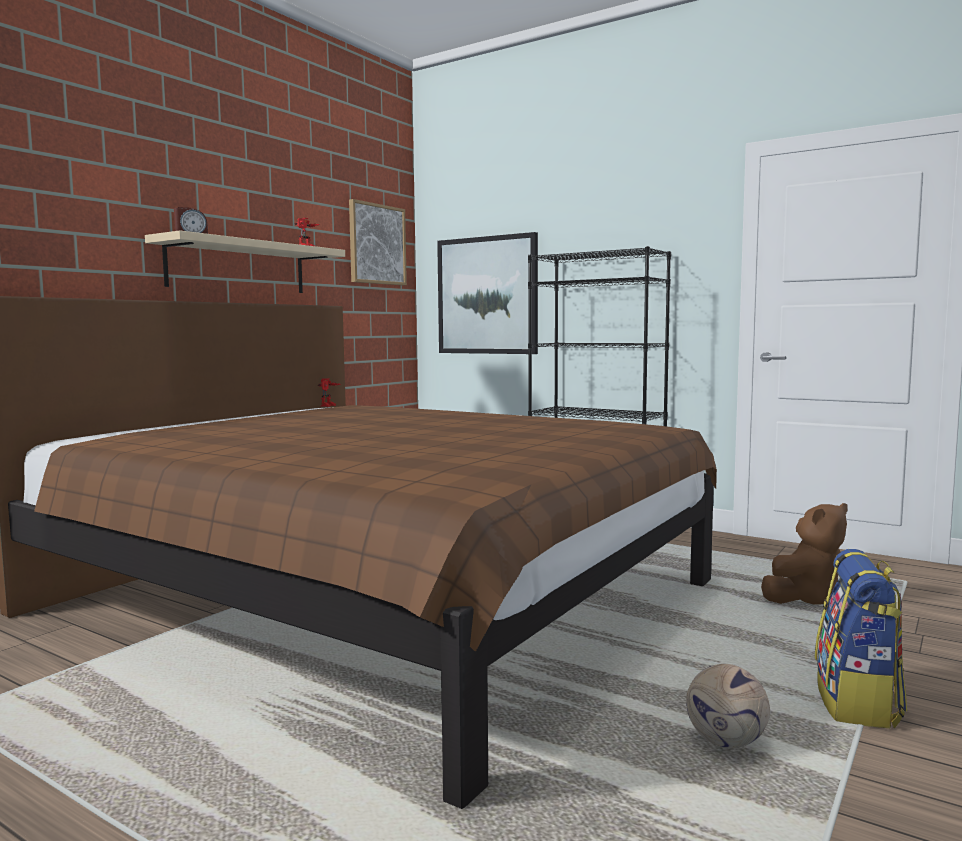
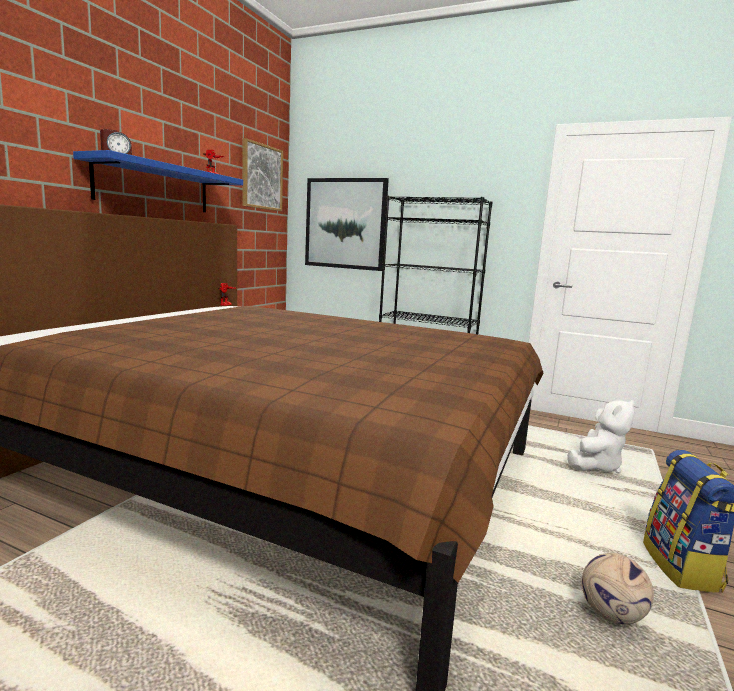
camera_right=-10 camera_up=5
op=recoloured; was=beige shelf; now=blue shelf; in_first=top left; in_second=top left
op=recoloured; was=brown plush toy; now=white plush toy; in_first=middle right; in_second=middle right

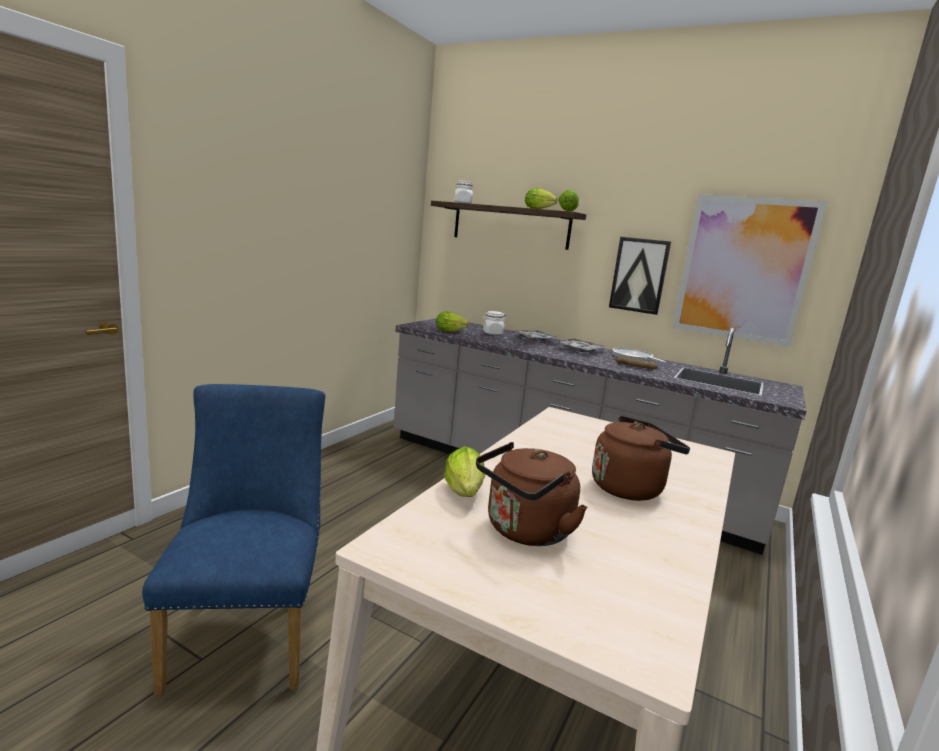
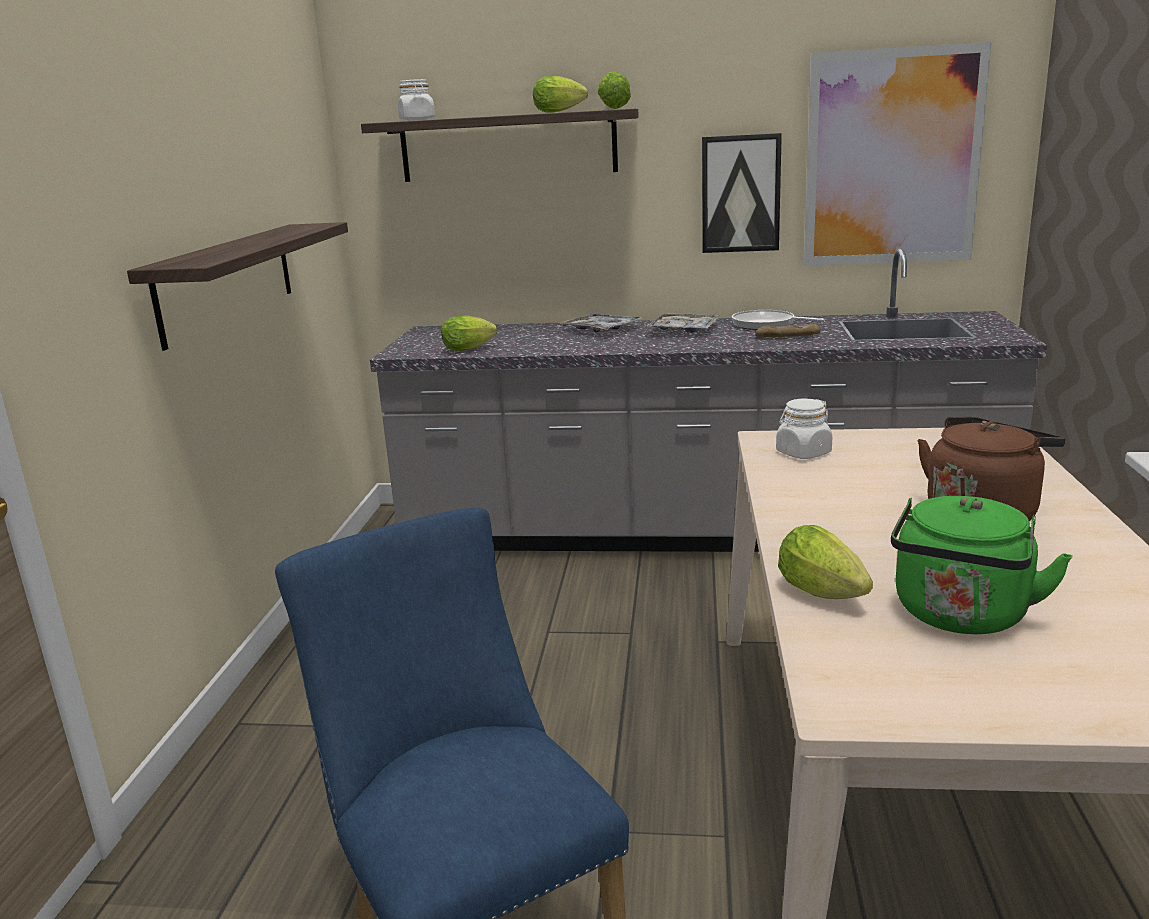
camera_right=-20 camera_up=5
op=added; now=shelf (1st from left); in_second=top left
op=moved; was=white jar (2nd from left); in_first=centre; in_second=middle right
op=recoloured; was=brown kettle (1st from left); now=green kettle; in_first=centre; in_second=middle right

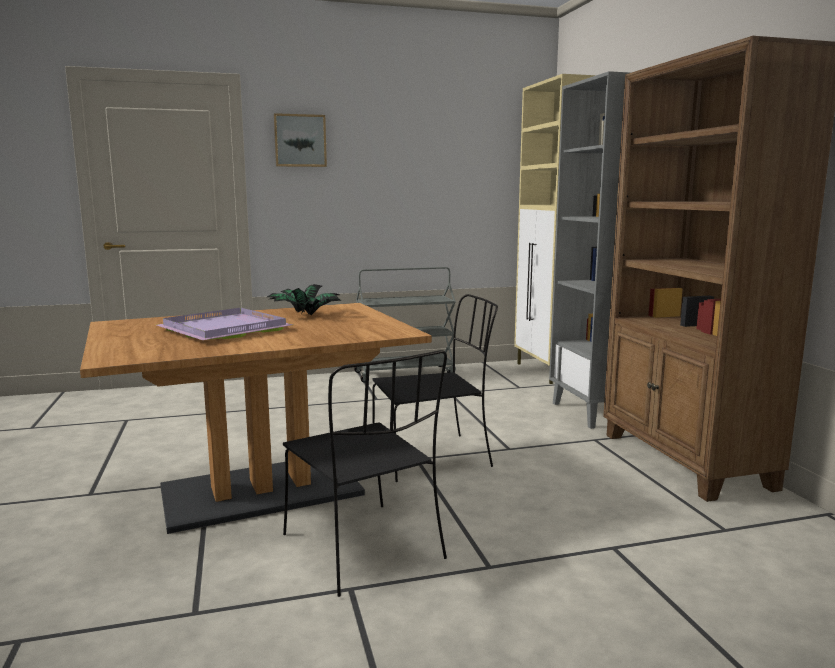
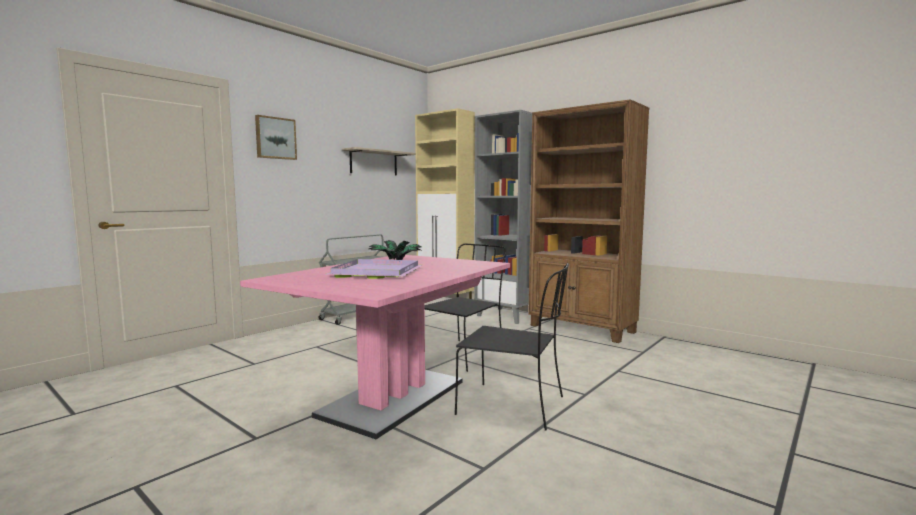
camera_right=-35 camera_up=-5
op=recoloured; was=brown dining table; now=pink dining table; in_first=middle left; in_second=bottom centre
op=added; now=shelf; in_second=top centre

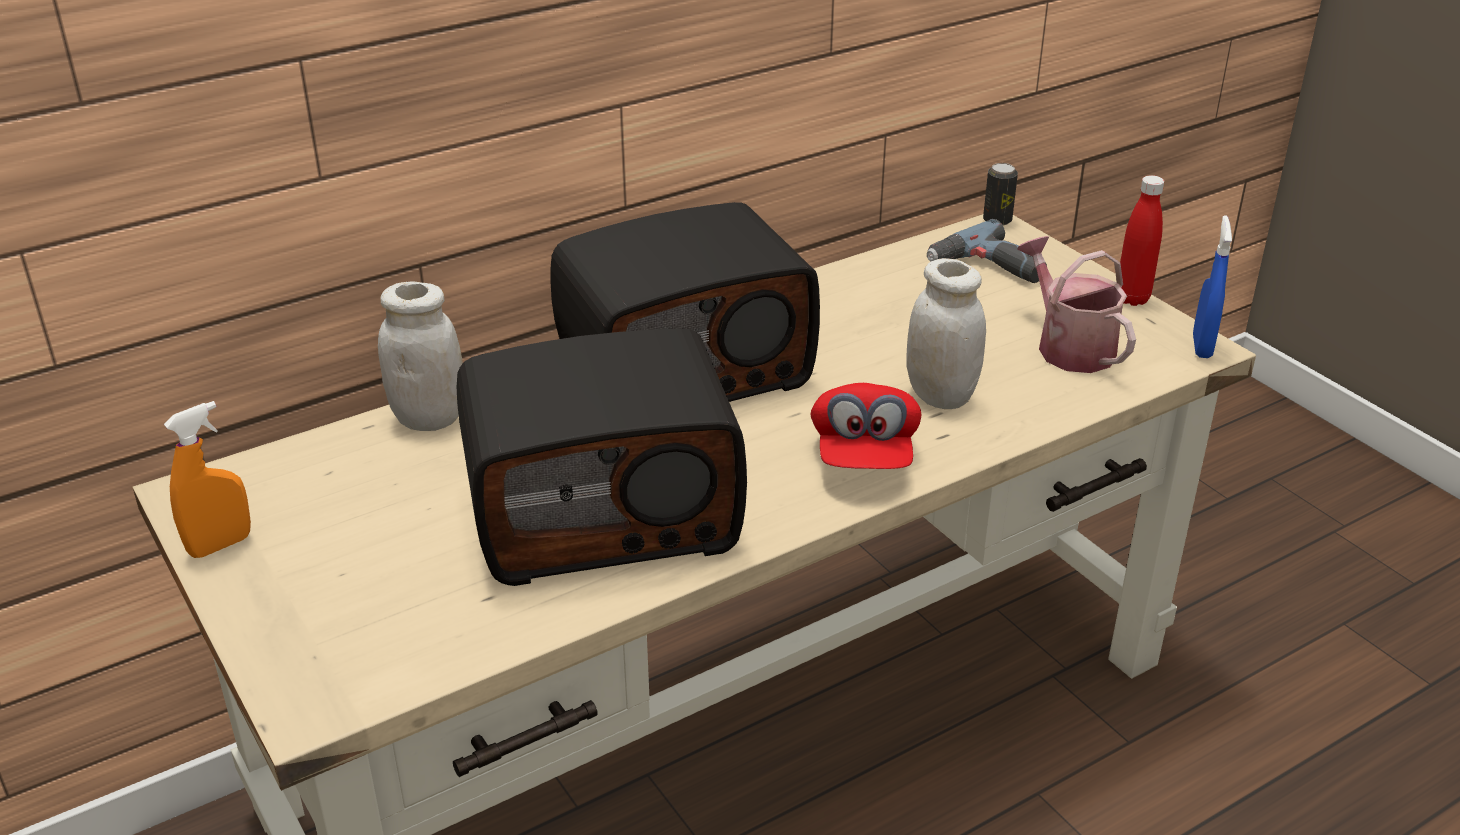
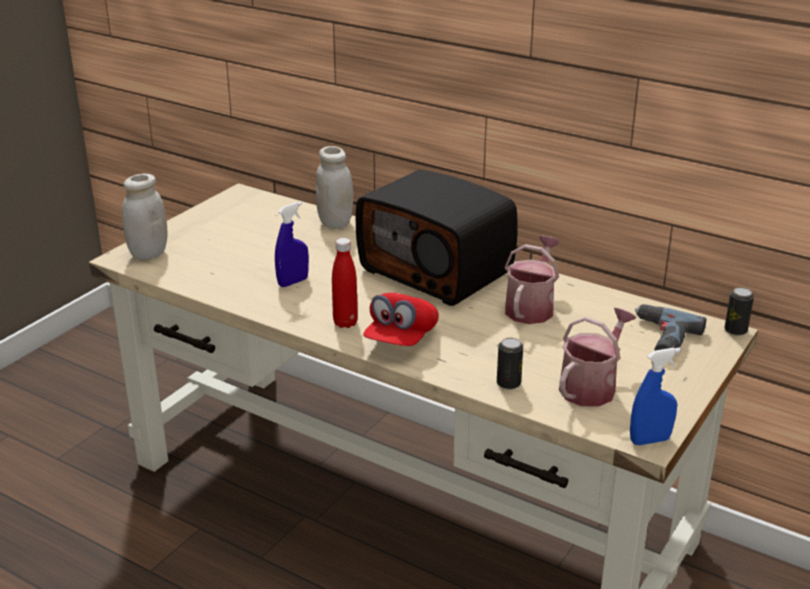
camera_right=65 camera_up=-5
op=moved; was=white jar (2nd from left in the first image); now=white jar (1st from left); in_first=centre; in_second=middle left
op=replaced; was=radio (1st from left); now=blue spray bottle (1st from left); in_first=centre; in_second=centre
op=moved; was=red bottle; in_first=top right; in_second=centre
op=turned; was=red cap; in_first=centre; in_second=centre; clockwise=-45
op=added; now=can (1st from left); in_second=centre
op=added; now=watering can (1st from left); in_second=centre
op=removed; was=orange spray bottle; in_first=middle left

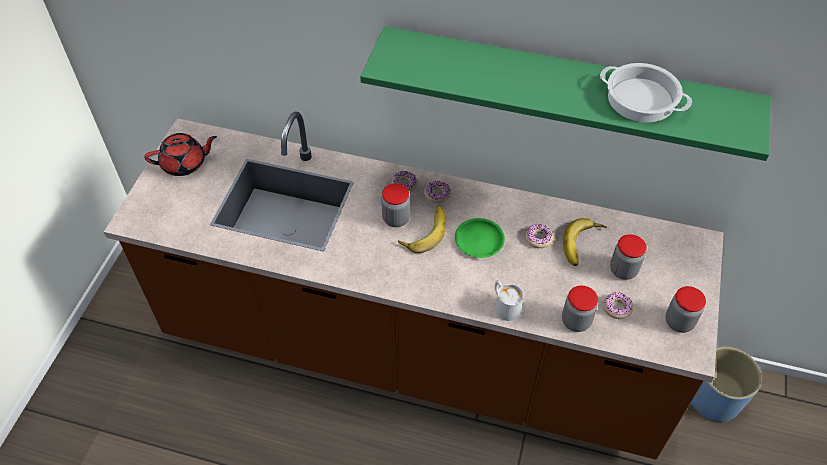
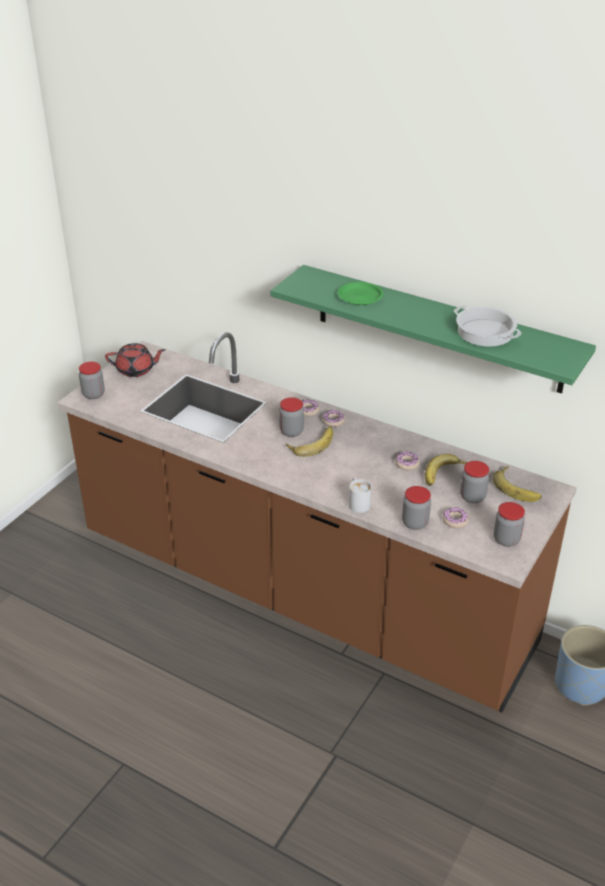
camera_right=15 camera_up=-15
op=added; now=jar (1st from left); in_second=middle left
op=moved; was=green plate; in_first=centre; in_second=top centre
op=added; now=banana (3rd from left); in_second=middle right

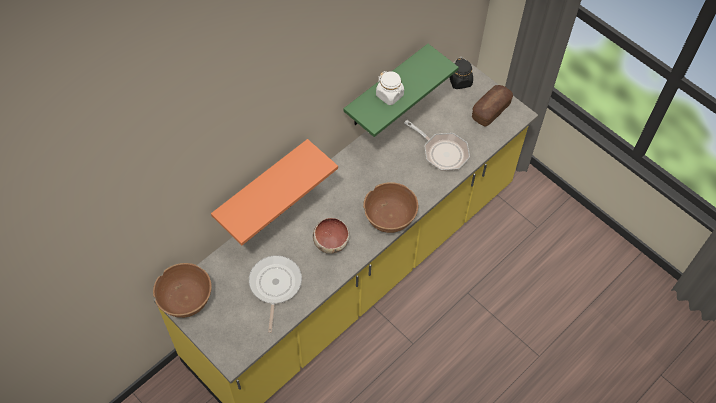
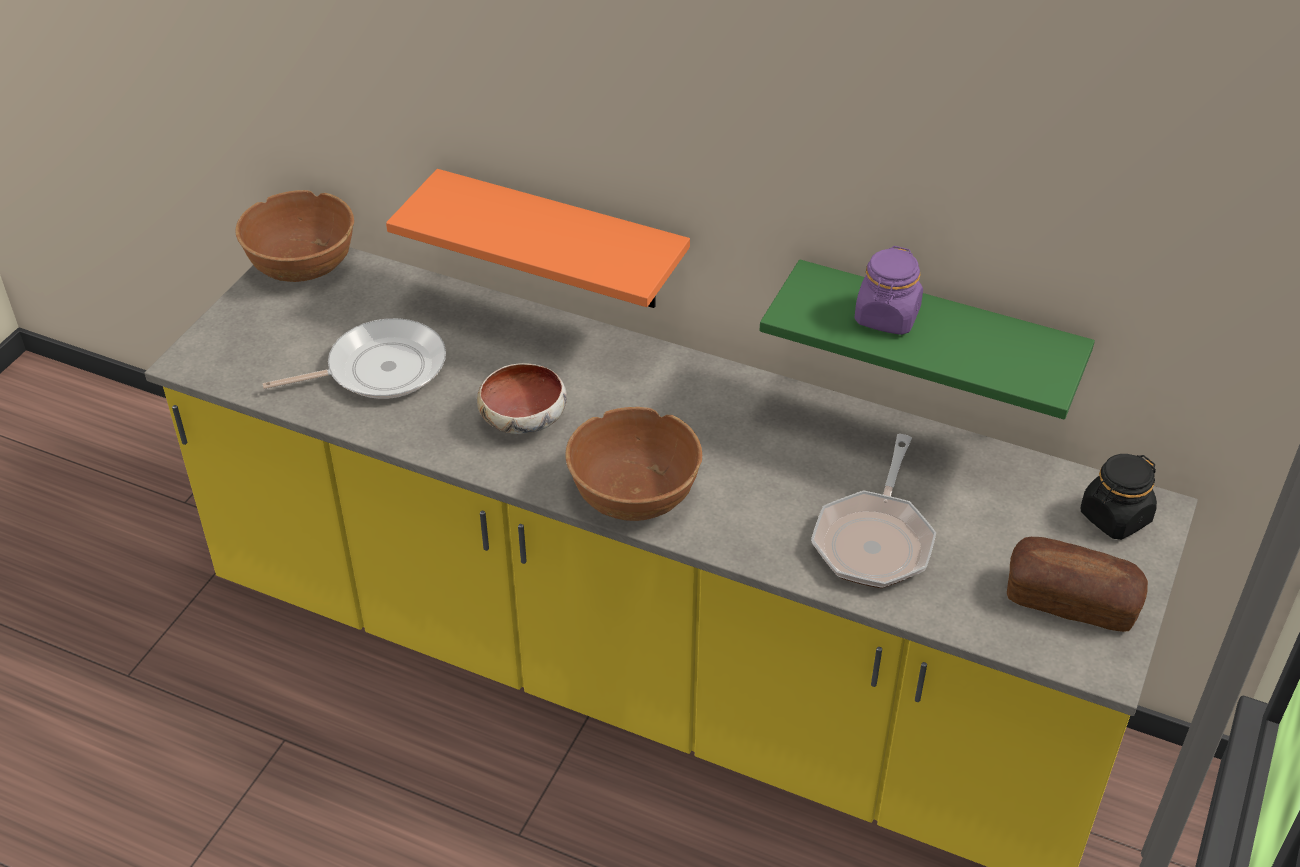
camera_right=70 camera_up=-15
op=recoloured; was=white jar; now=purple jar; in_first=top centre; in_second=middle right

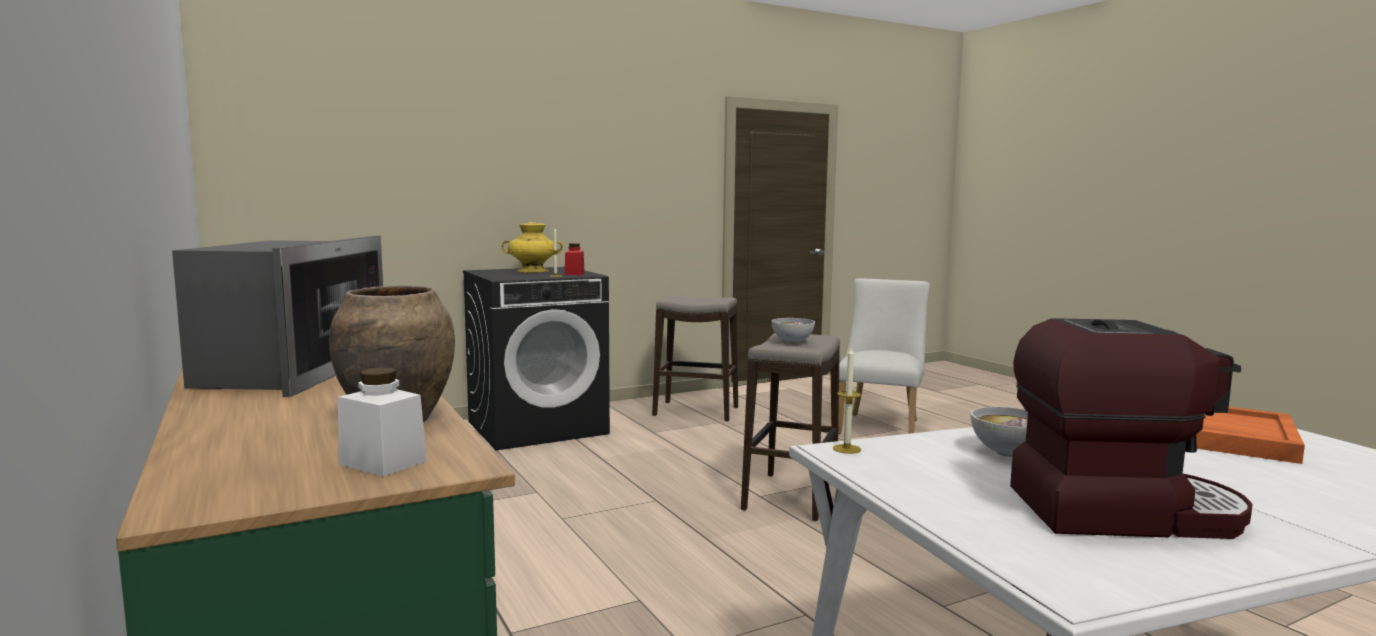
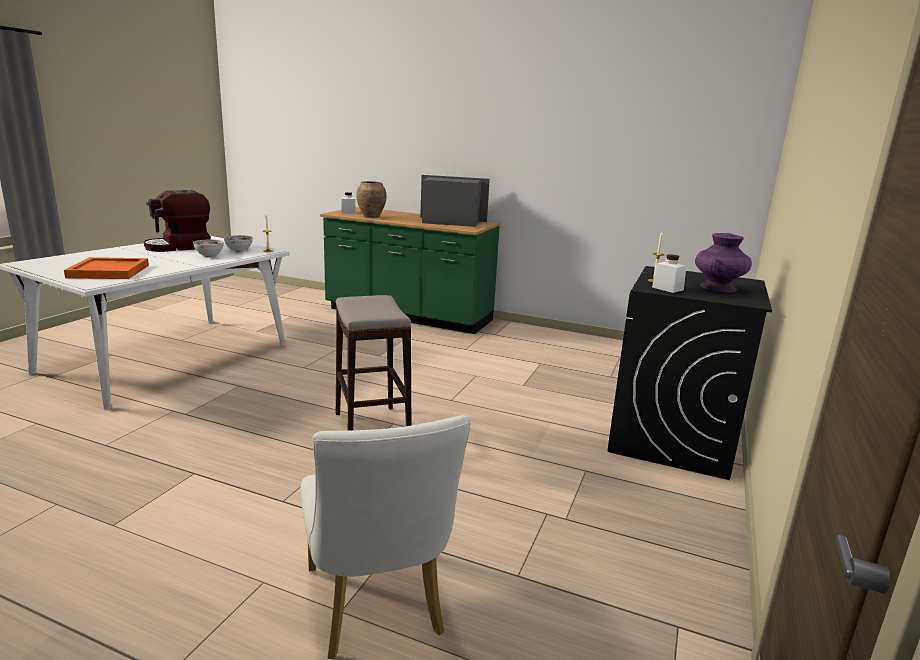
camera_right=140 camera_up=10
op=moved; was=bowl (1st from left in the first image); now=bowl (2nd from left); in_first=centre; in_second=middle left
op=turned; was=microwave; in_first=middle left; in_second=top centre; clockwise=135
op=recoloured; was=red jar; now=white jar (2nd from left); in_first=centre; in_second=middle right
op=recoloured; was=yellow vase; now=purple vase; in_first=centre; in_second=middle right
op=removed; was=stool (1st from left); in_first=centre

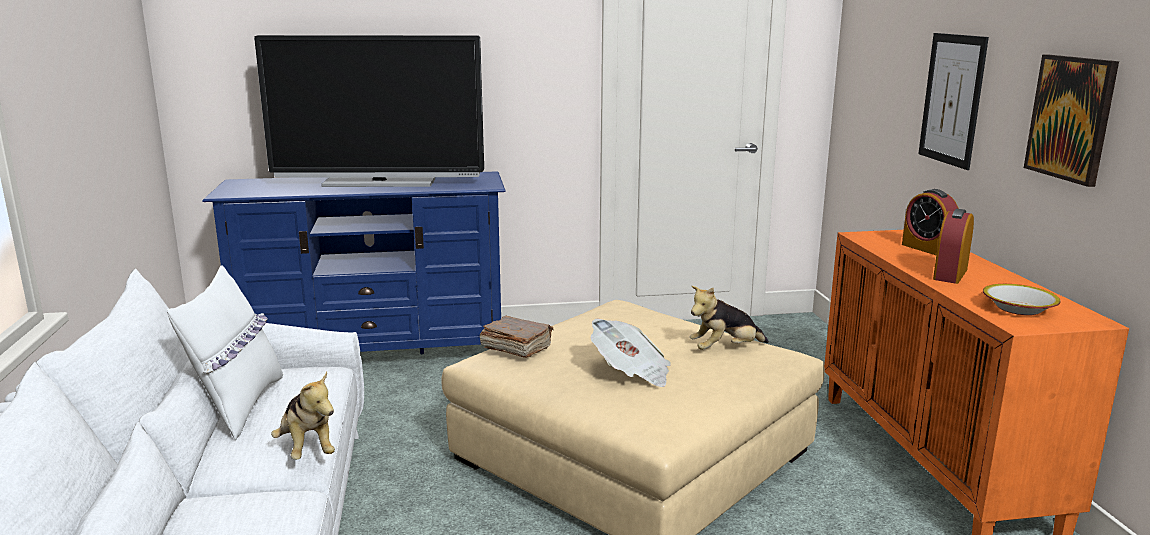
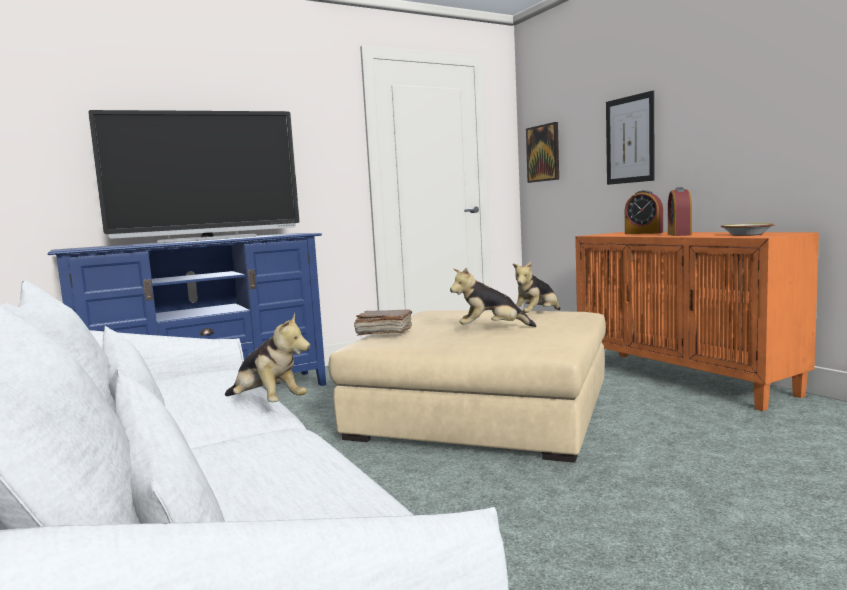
camera_right=-20 camera_up=-10
op=replaced; was=newspaper; now=plush toy (2nd from left); in_first=centre; in_second=centre
op=moved; was=picture (2nd from left in the first image); now=picture (1st from left); in_first=top right; in_second=top centre
op=removed; was=white pillow; in_first=middle left

